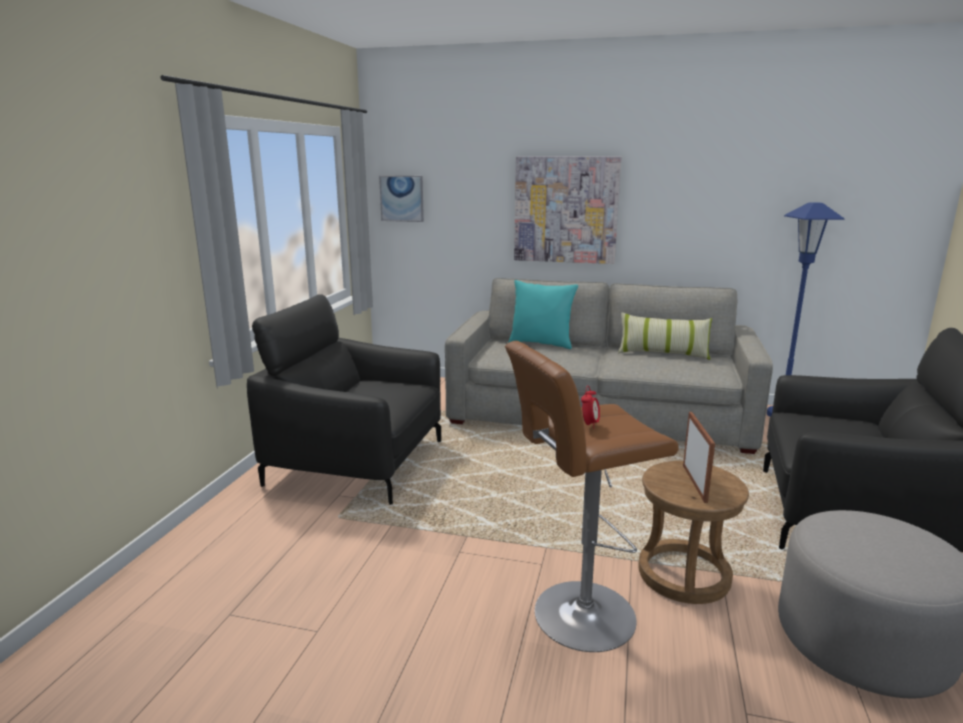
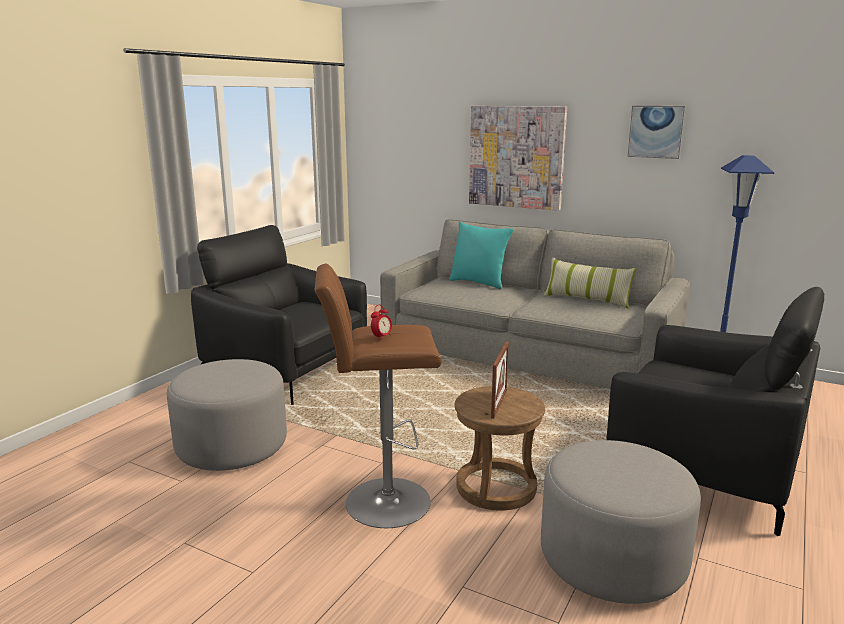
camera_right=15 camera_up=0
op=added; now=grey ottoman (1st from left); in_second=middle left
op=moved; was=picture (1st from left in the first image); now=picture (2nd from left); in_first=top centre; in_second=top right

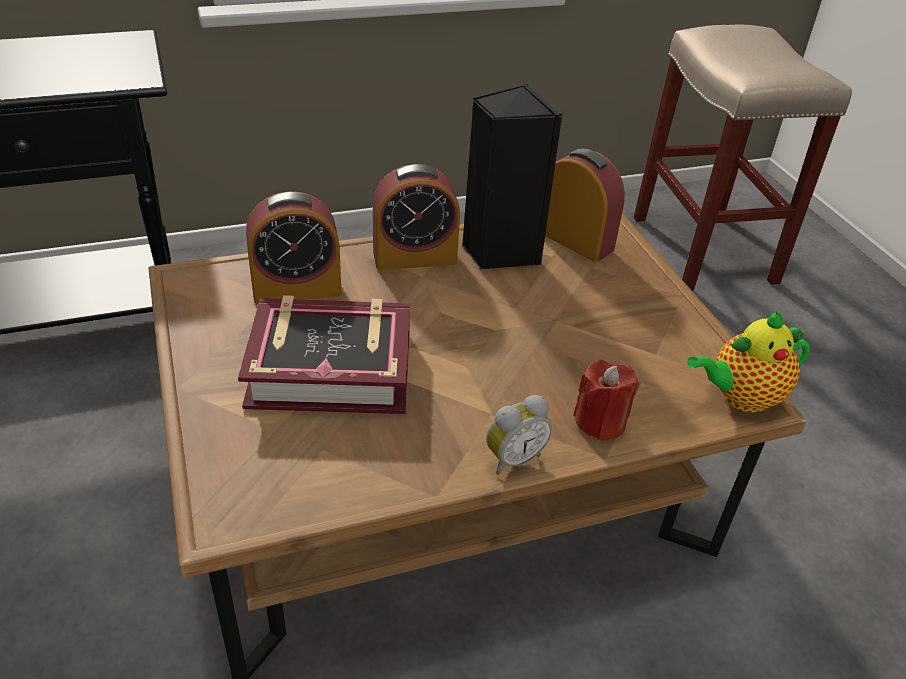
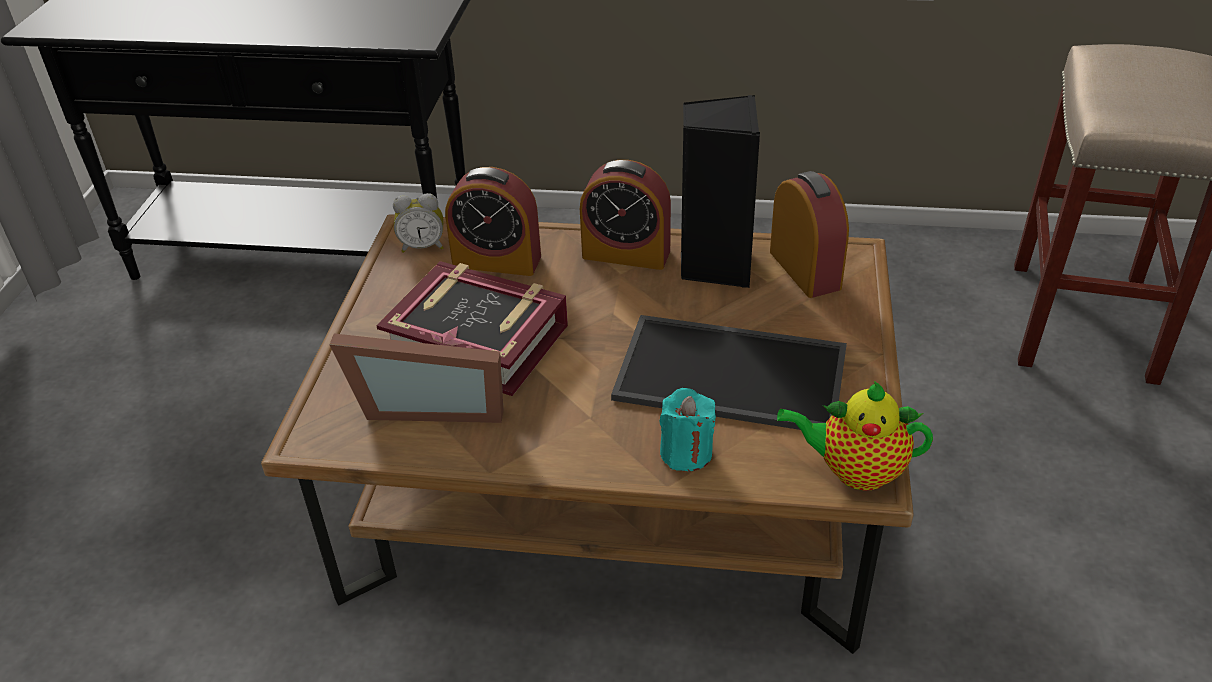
camera_right=30 camera_up=0
op=added; now=picture frame; in_second=centre
op=moved; was=alarm clock (3rd from left in the first image); now=alarm clock (1st from left); in_first=centre; in_second=top centre
op=added; now=tray; in_second=centre
op=recoloured; was=red candle; now=turquoise candle; in_first=middle right; in_second=centre

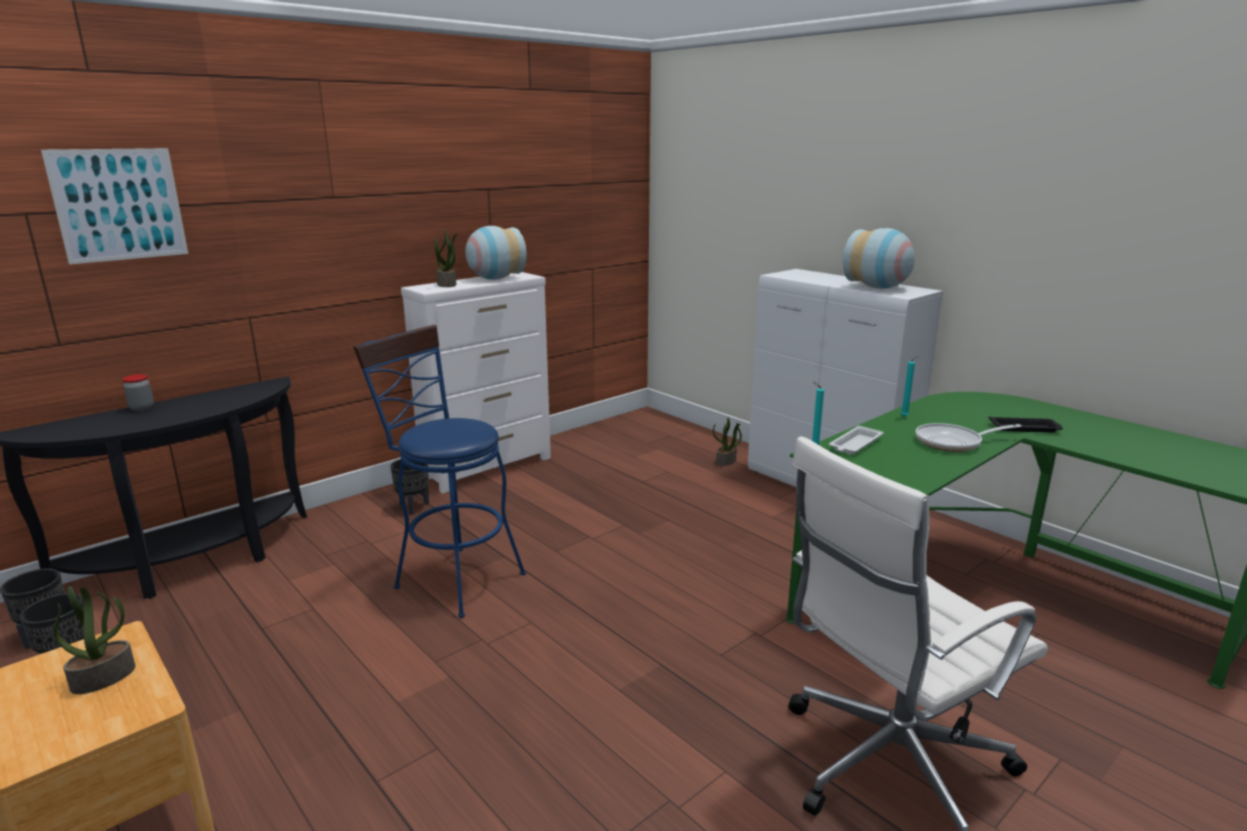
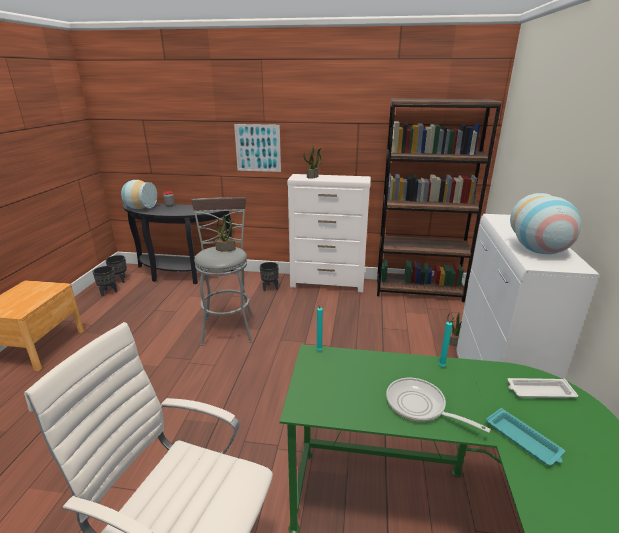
camera_right=50 camera_up=5
op=moved; was=vase (1st from left); in_first=top centre; in_second=middle left
op=recoloured; was=blue stool; now=grey stool; in_first=centre; in_second=centre
op=moved; was=potted plant (1st from left); in_first=bottom left; in_second=centre
op=moved; was=picture; in_first=top left; in_second=top centre
op=added; now=brown bookcase; in_second=middle right
op=recoloured; was=black tray; now=turquoise tray; in_first=middle right; in_second=bottom right
op=moved; was=white tray; in_first=middle right; in_second=bottom right

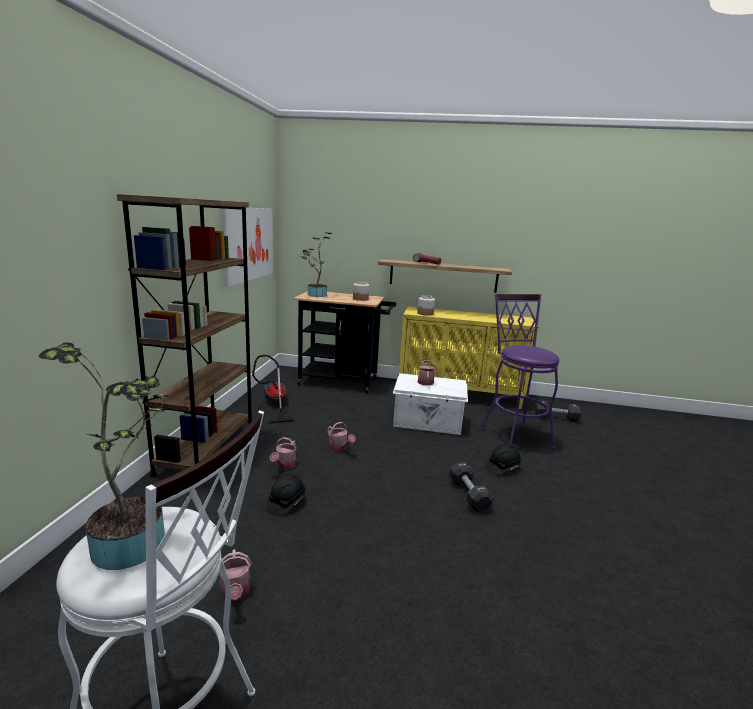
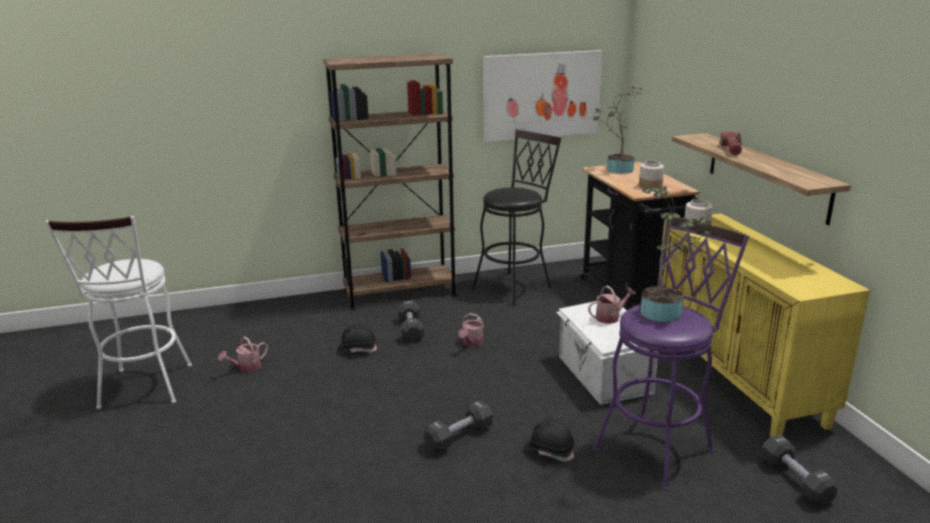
camera_right=65 camera_up=5
op=replaced; was=watering can (2nd from left); now=black dumbbell (1st from left); in_first=centre; in_second=centre
op=replaced; was=vacuum cleaner; now=black stool; in_first=centre; in_second=centre
op=moved; was=potted plant (1st from left in the first image); now=potted plant (2nd from left); in_first=middle left; in_second=middle right

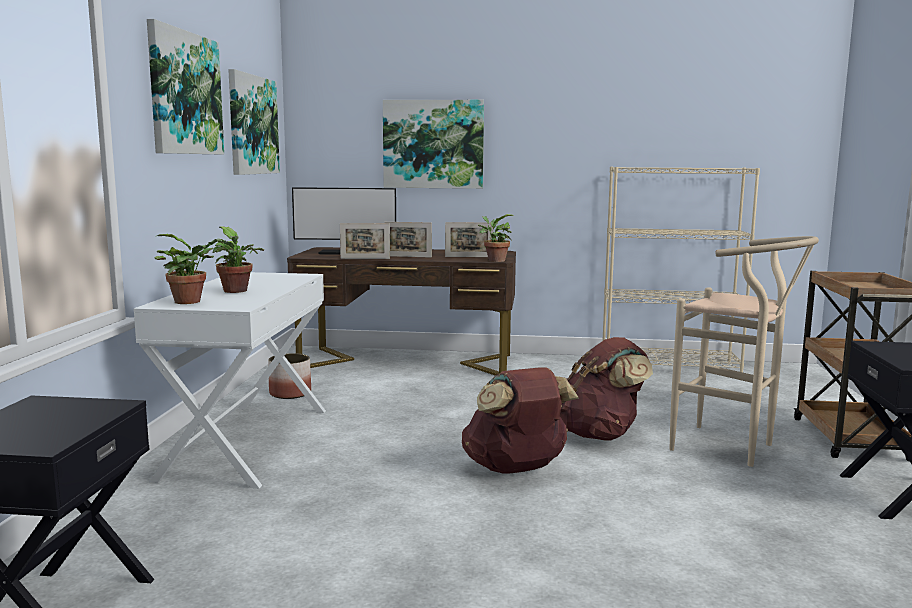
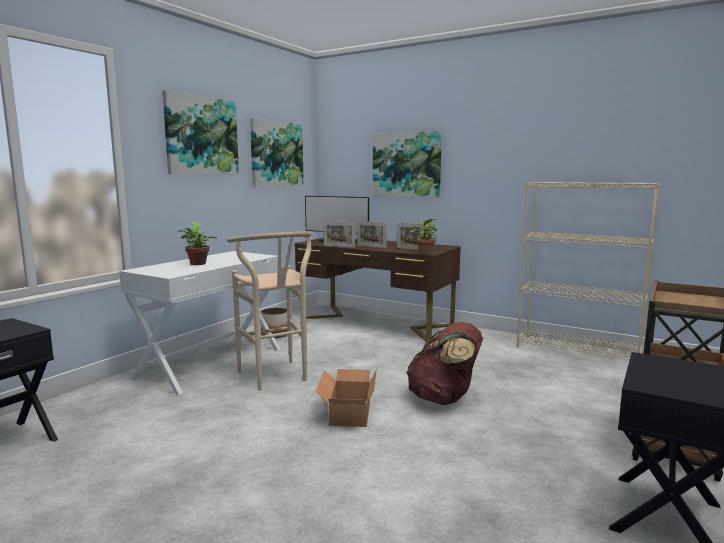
camera_right=25 camera_up=0
op=moved; was=beige stool; in_first=middle right; in_second=centre
op=replaced; was=brown backpack (1st from left); now=cardboard box; in_first=bottom centre; in_second=bottom centre
op=removed; was=potted plant (1st from left); in_first=middle left

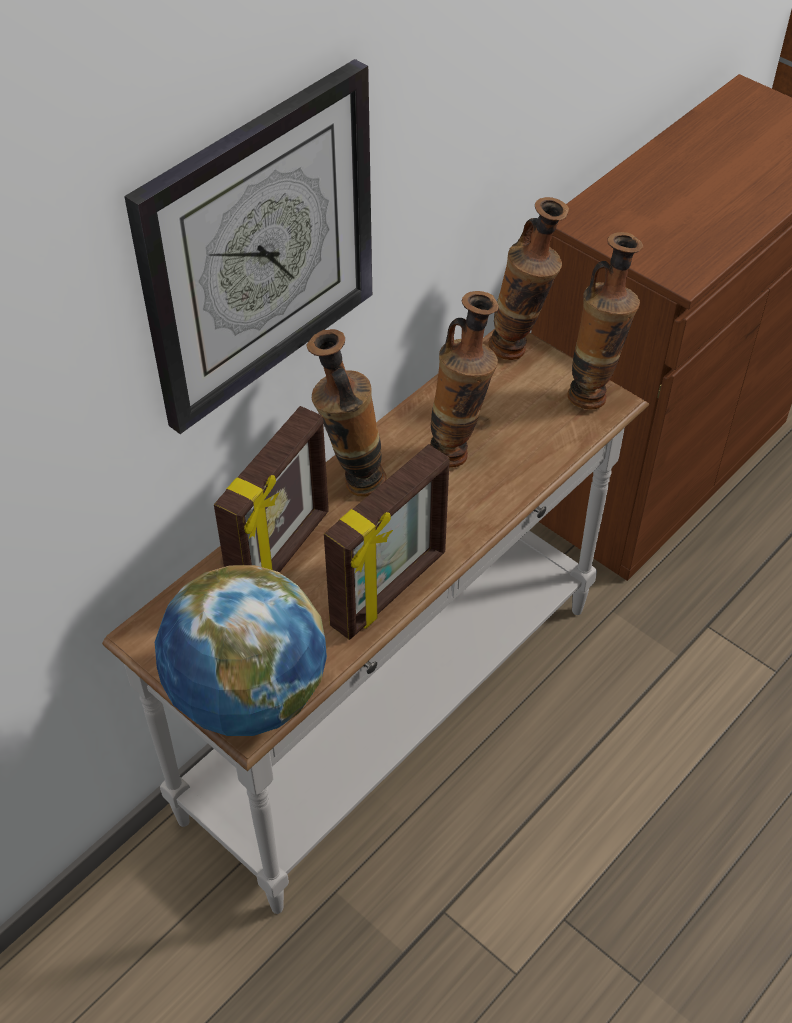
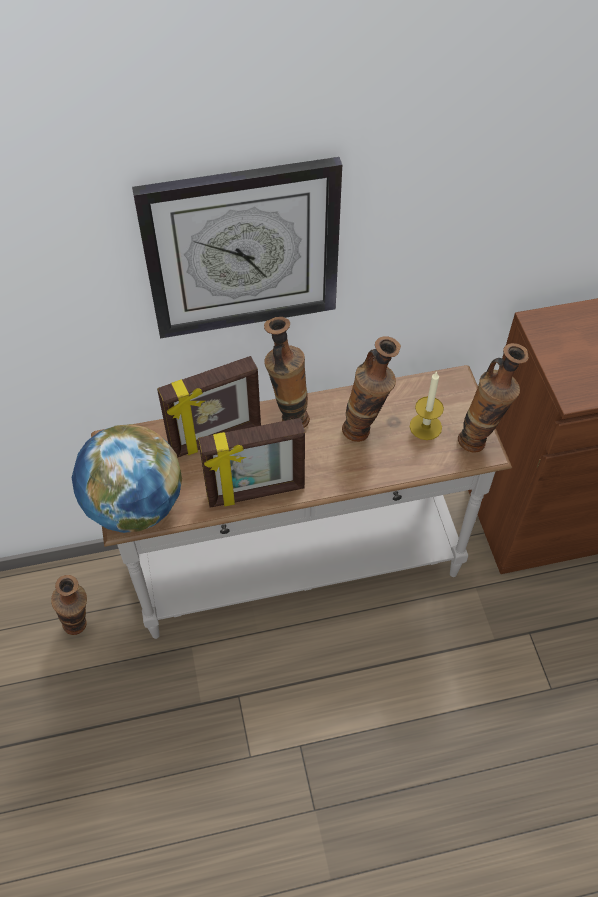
camera_right=35 camera_up=5
op=moved; was=vase (3rd from left in the first image); now=vase (1st from left); in_first=top right; in_second=bottom left
op=added; now=candle; in_second=middle right

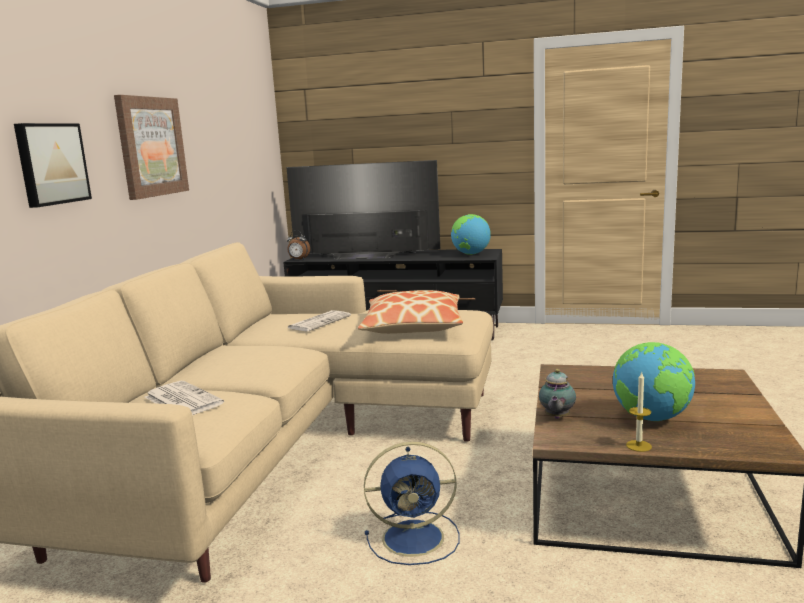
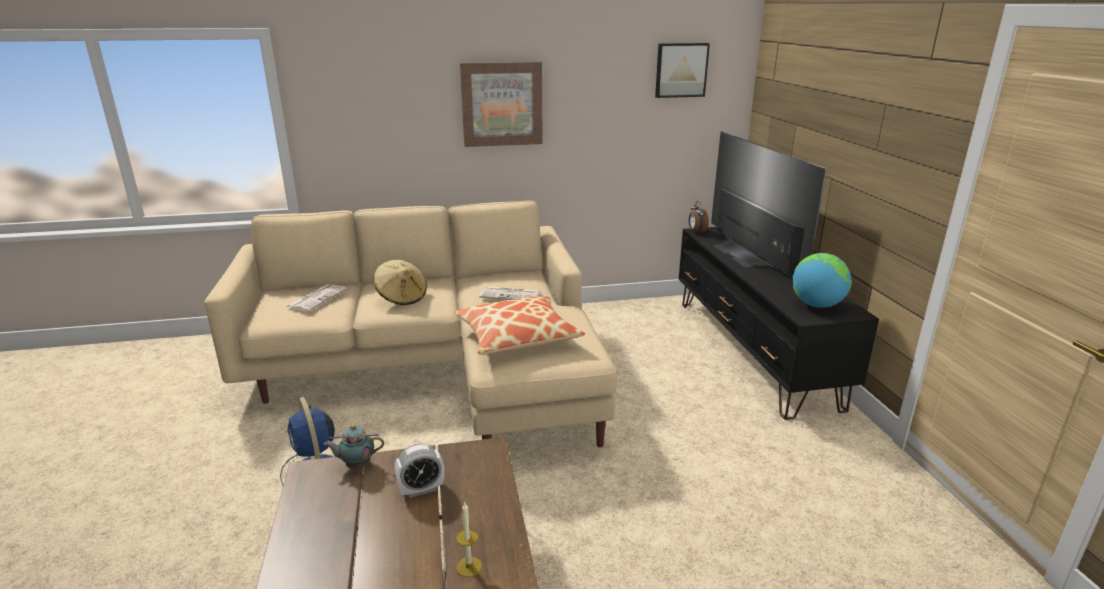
camera_right=65 camera_up=10
op=added; now=beige hat; in_second=centre
op=added; now=alarm clock (1st from left); in_second=bottom centre
op=moved; was=candle; in_first=bottom right; in_second=bottom centre
op=moved; was=picture (1st from left in the first image); now=picture (2nd from left); in_first=top left; in_second=top centre
op=removed; was=globe (2nd from left); in_first=middle right

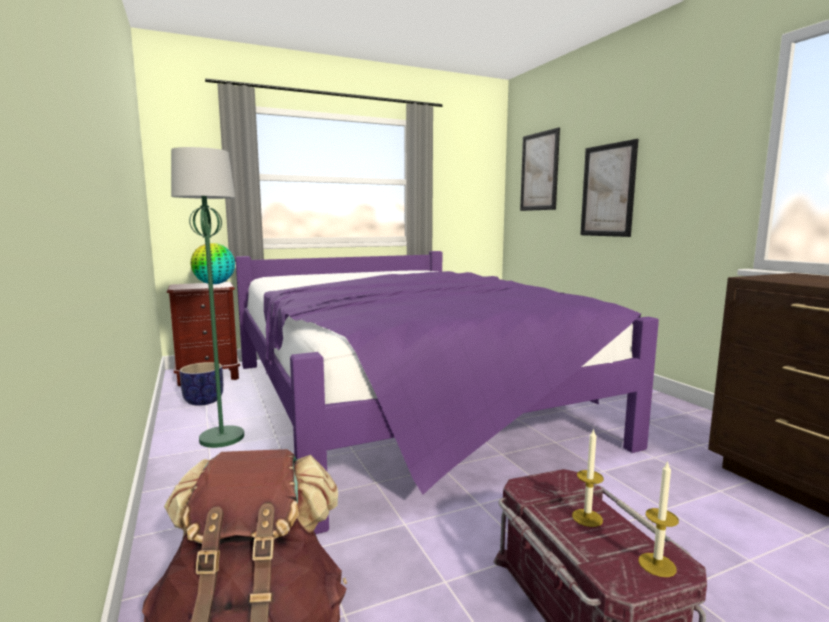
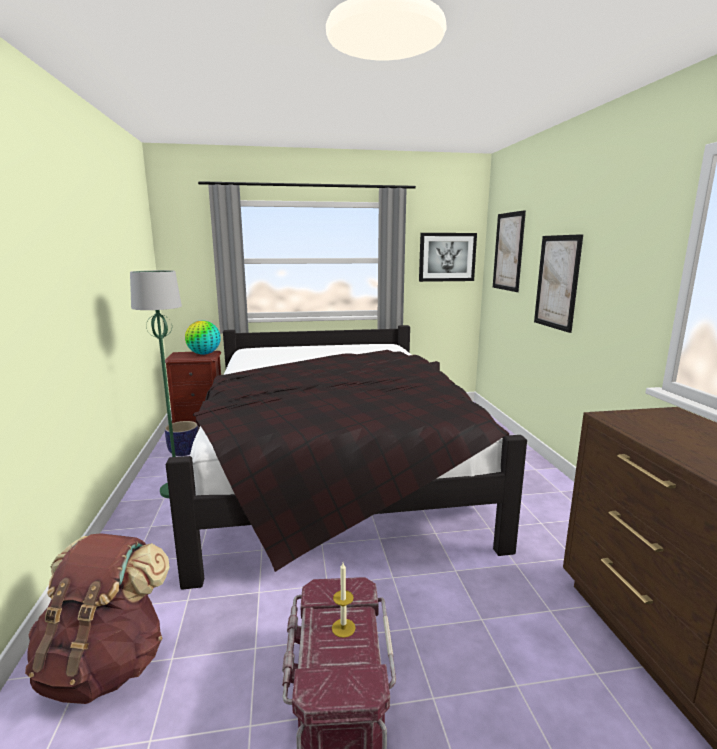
camera_right=15 camera_up=5
op=recoloured; was=purple bed; now=black bed; in_first=centre; in_second=centre
op=added; now=picture (1st from left); in_second=centre
op=removed; was=candle (2nd from left); in_first=bottom right

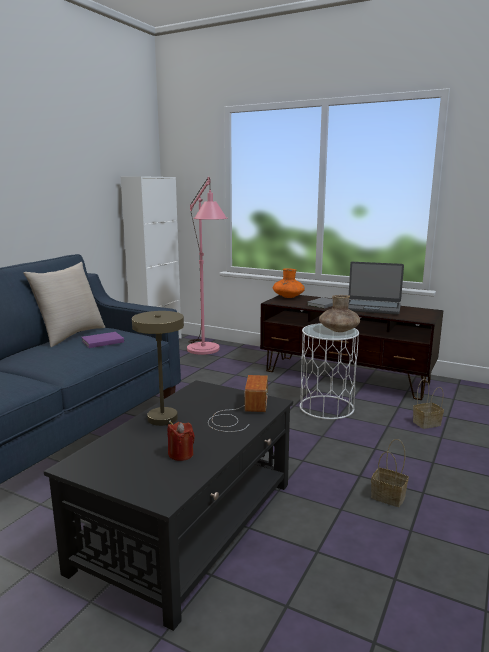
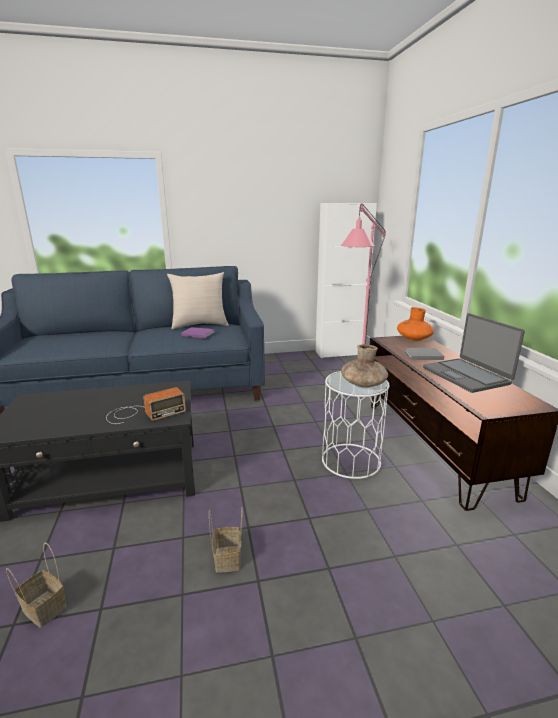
camera_right=50 camera_up=5
op=moved; was=basket (2nd from left in the first image); now=basket (1st from left); in_first=middle right; in_second=bottom left
op=removed; was=beige table lamp; in_first=middle left
op=removed; was=red candle; in_first=bottom centre

